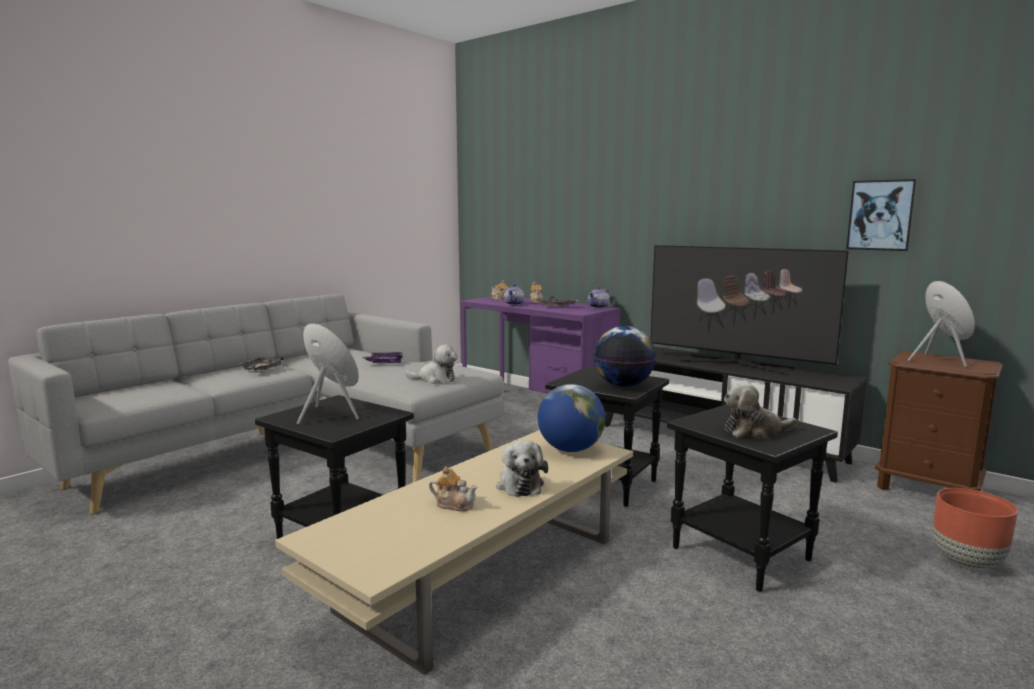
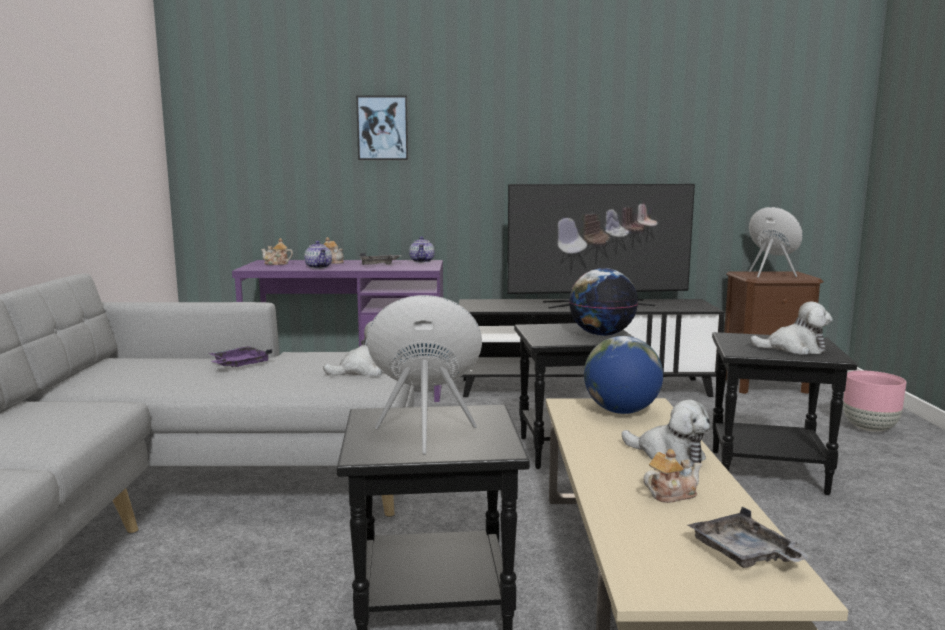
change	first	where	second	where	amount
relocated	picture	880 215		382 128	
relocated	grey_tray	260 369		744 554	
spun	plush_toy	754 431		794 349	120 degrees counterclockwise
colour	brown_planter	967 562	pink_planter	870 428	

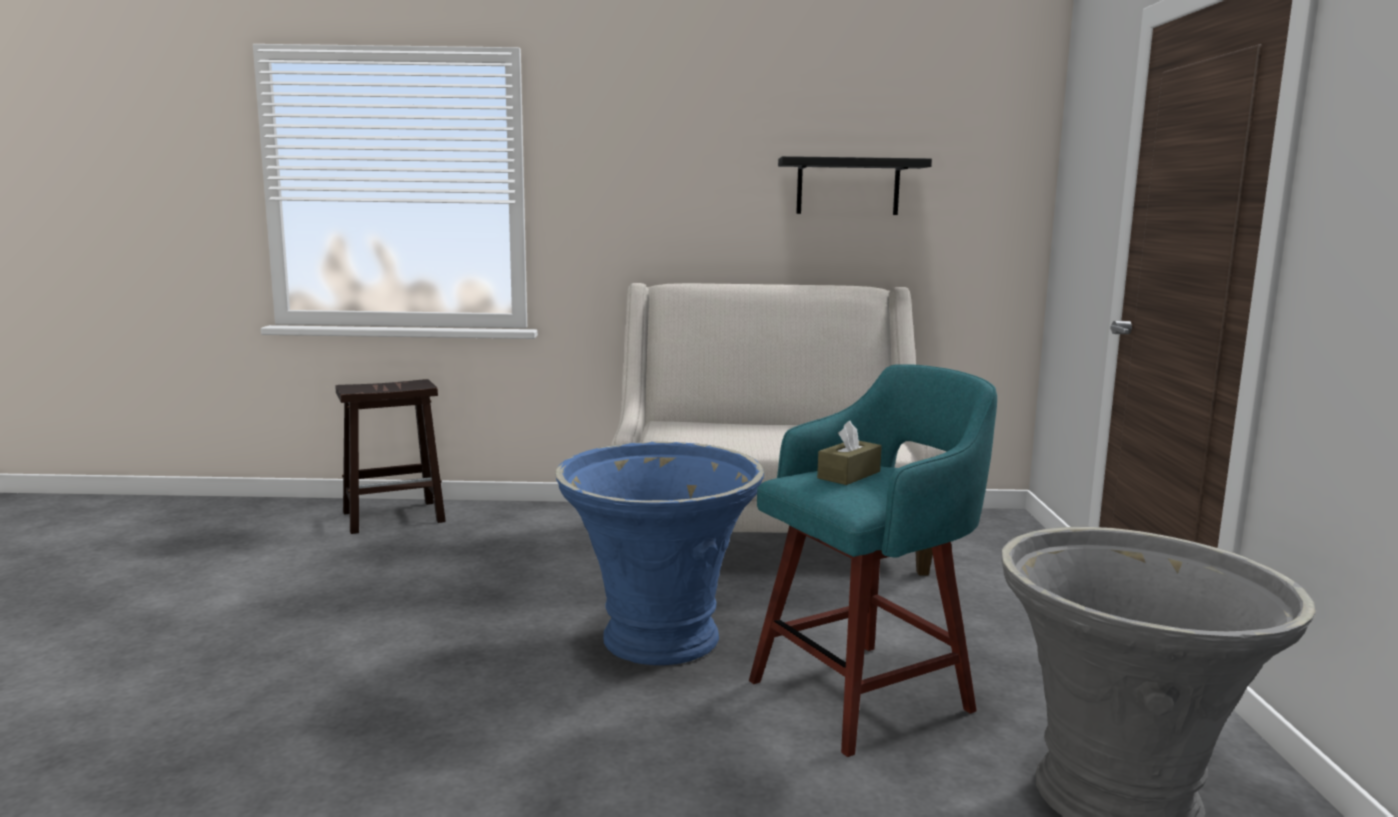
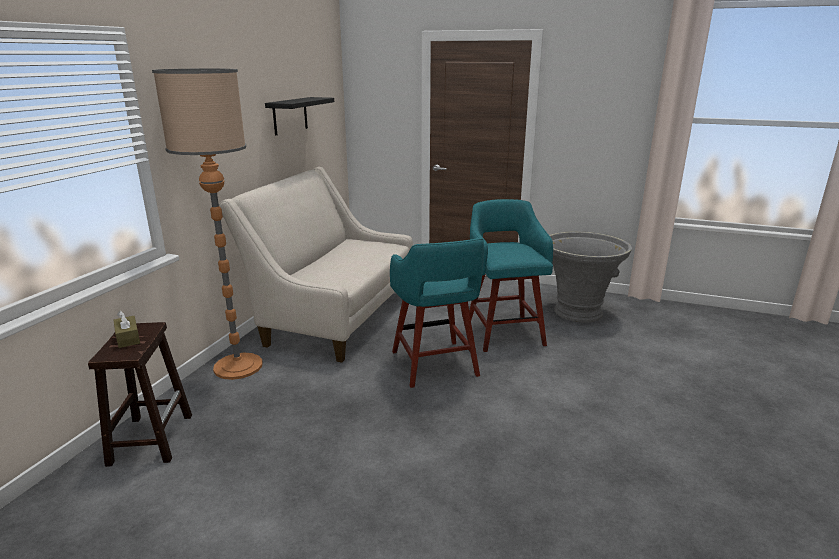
change	first	where	second	where	amount
relocated	brown_tissue_box	849 475		128 338	
appeared			floor_lamp	238 366	
exchanged	blue_planter	658 640	turquoise_stool	435 365	

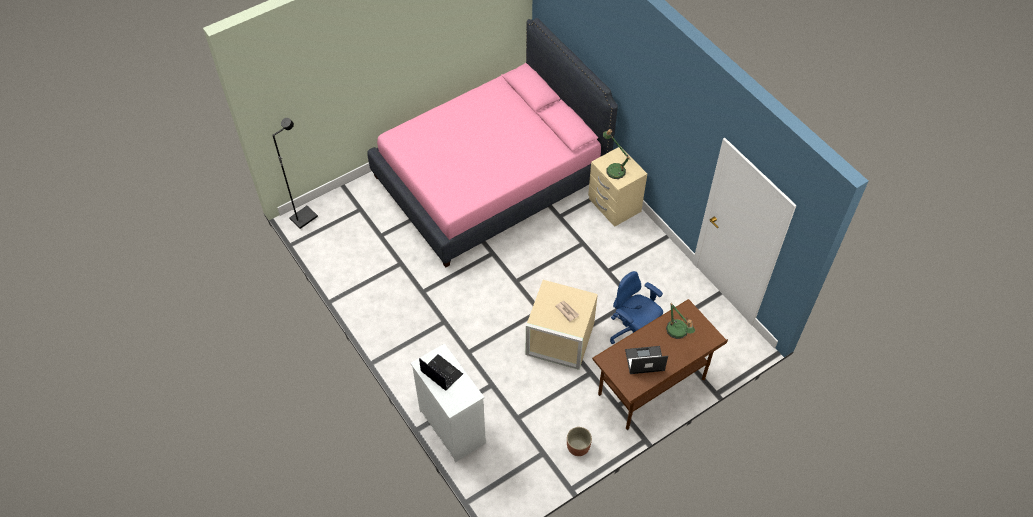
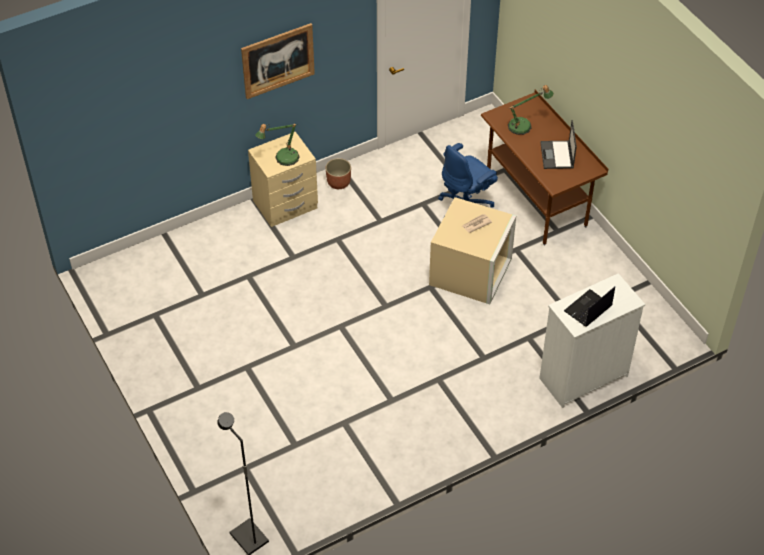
change	first	where	second	where	amount
appeared			picture	278 60	
relocated	planter	578 447		338 182	
missing	pink_bed	491 178			

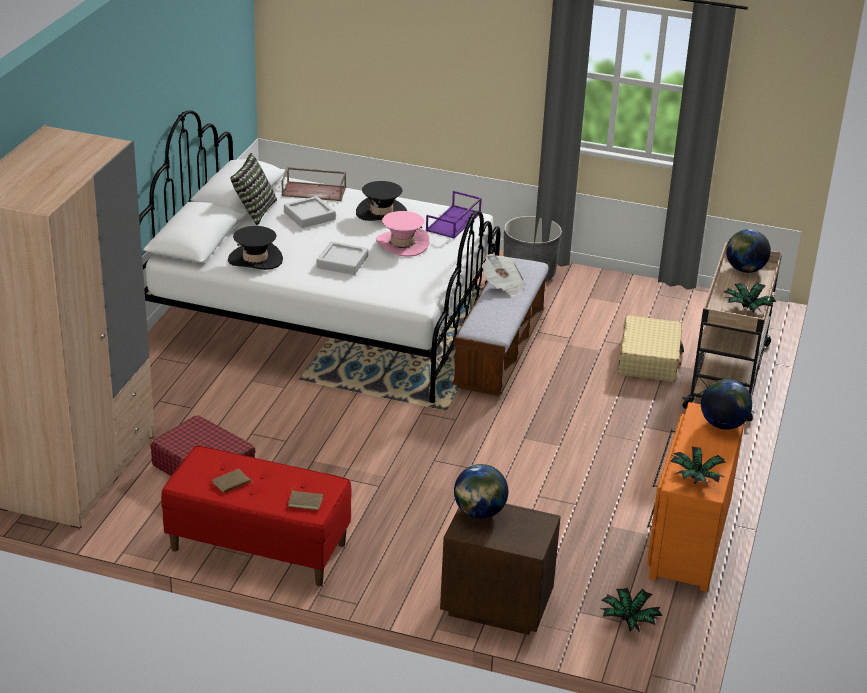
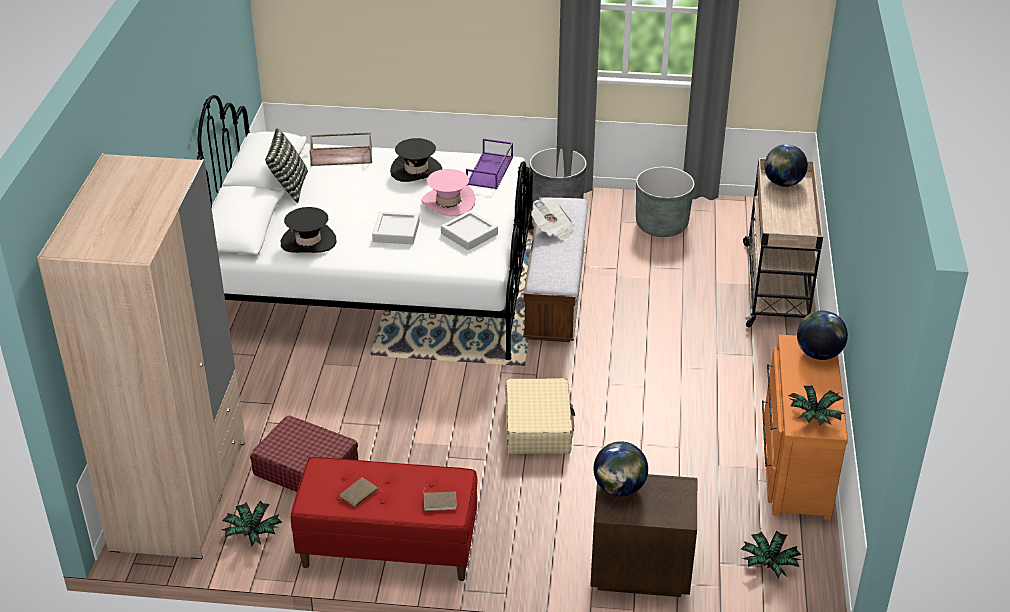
change	first	where	second	where	amount
relocated	potted_plant	747 308		252 534	
relocated	grey_tray	309 216		469 234	
relocated	beige_suitcase	649 359		538 426	
appeared			grey_planter	661 225	

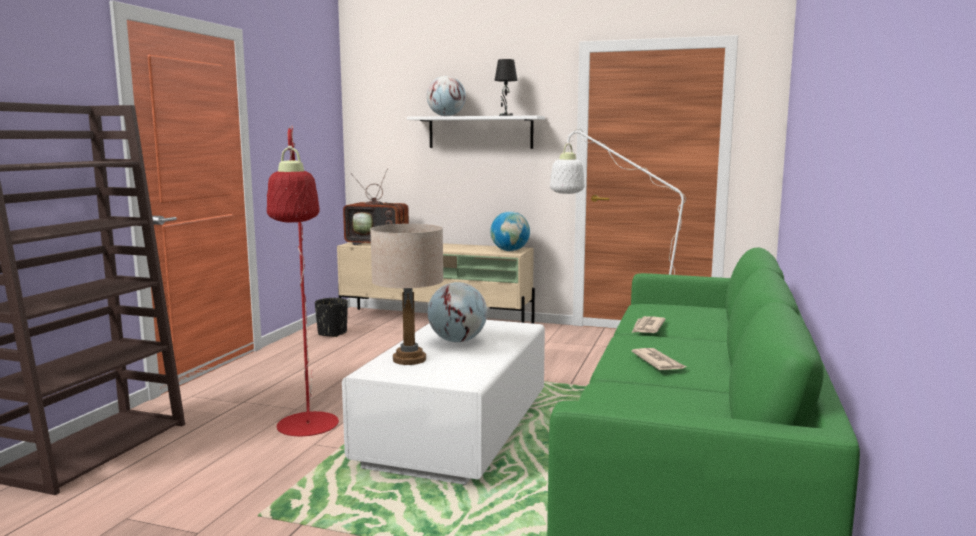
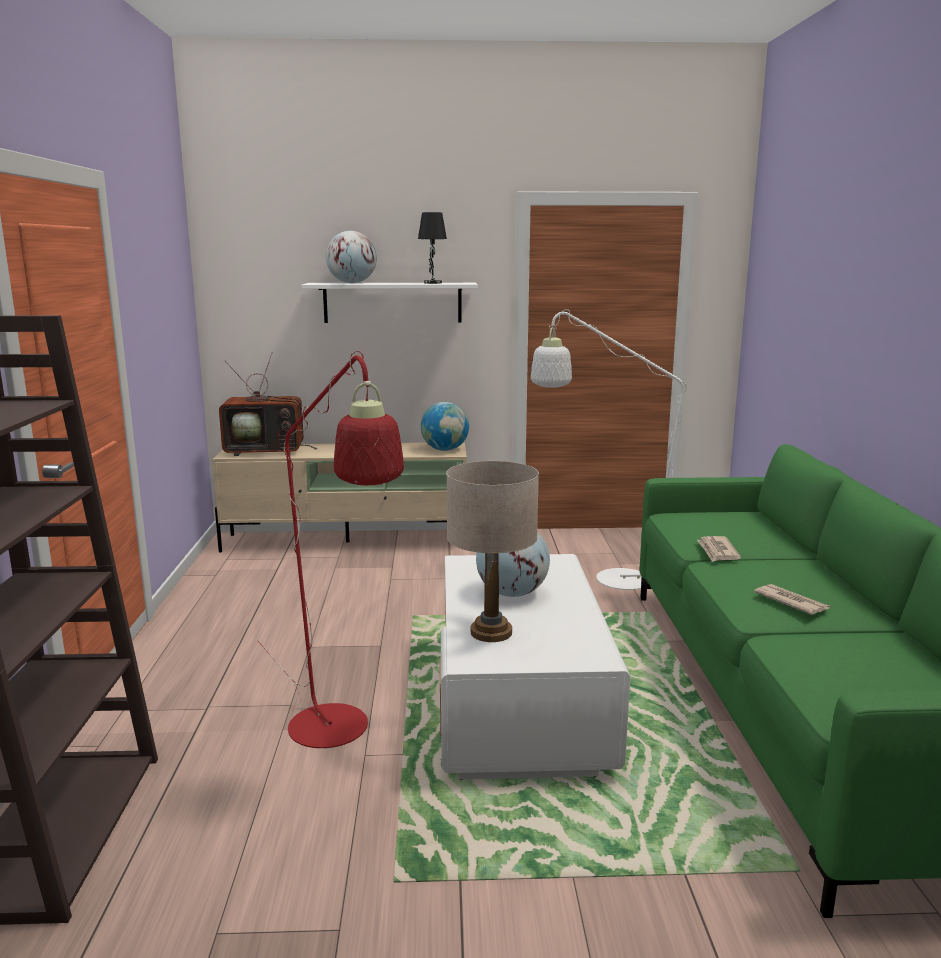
change	first	where	second	where	amount
missing	black_planter	332 333			

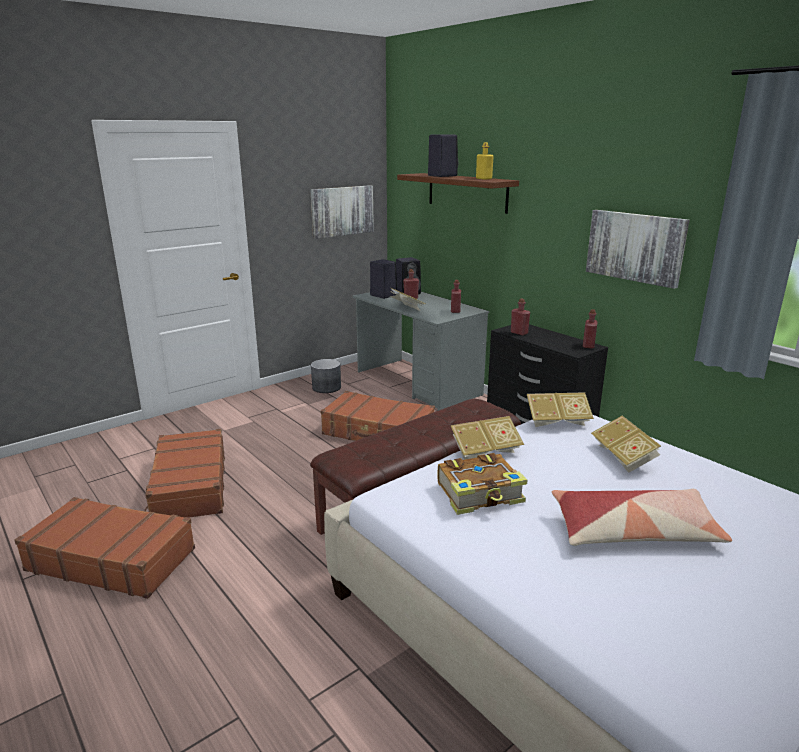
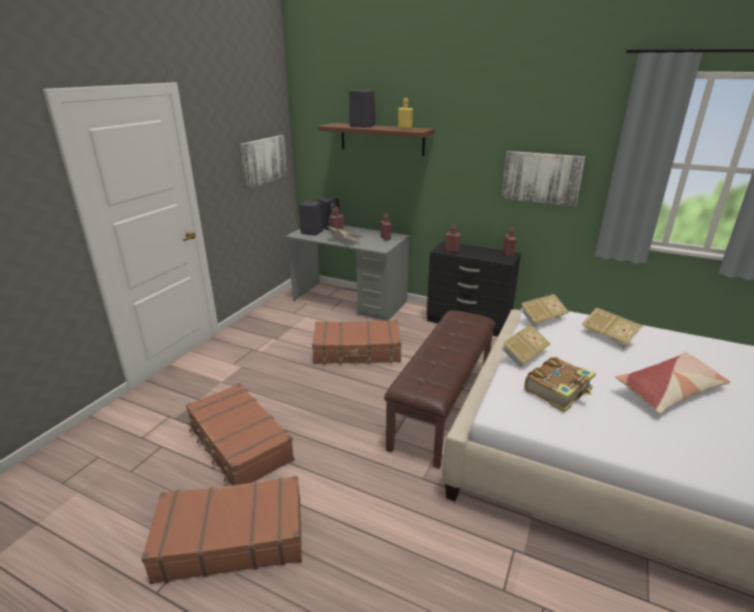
change	first	where	second	where	amount
missing	grey_planter	326 387			

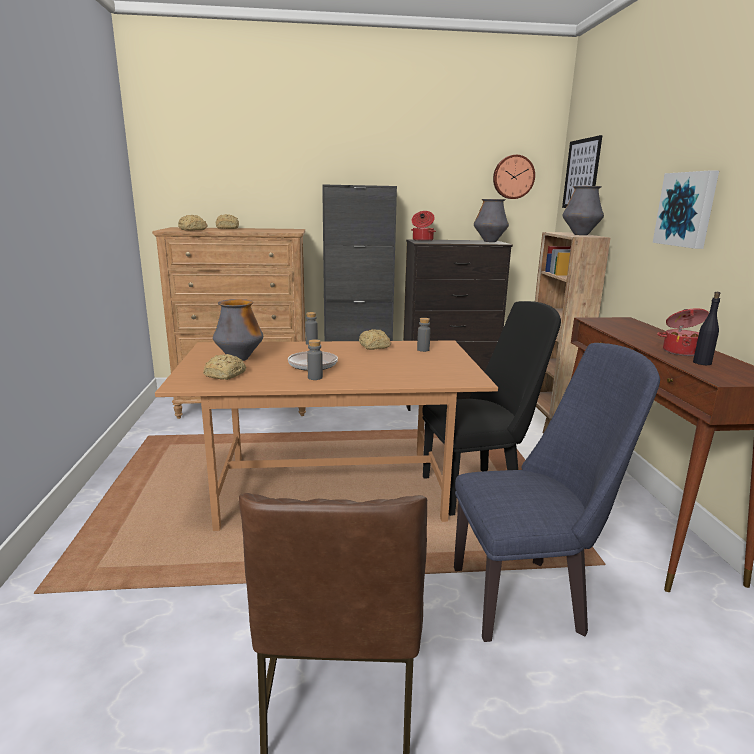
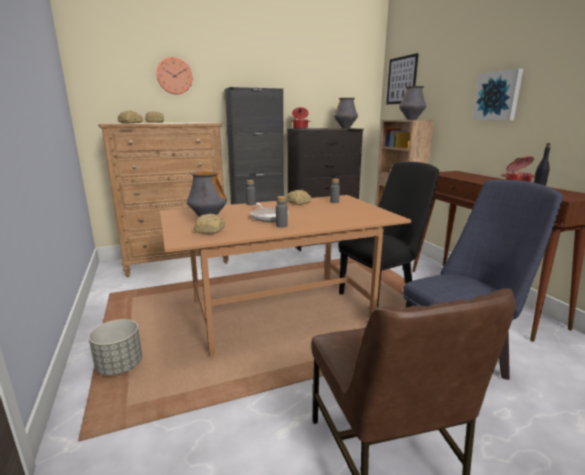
change	first	where	second	where	amount
appeared			grey_planter	120 366	
relocated	wall_clock	513 177		174 76	

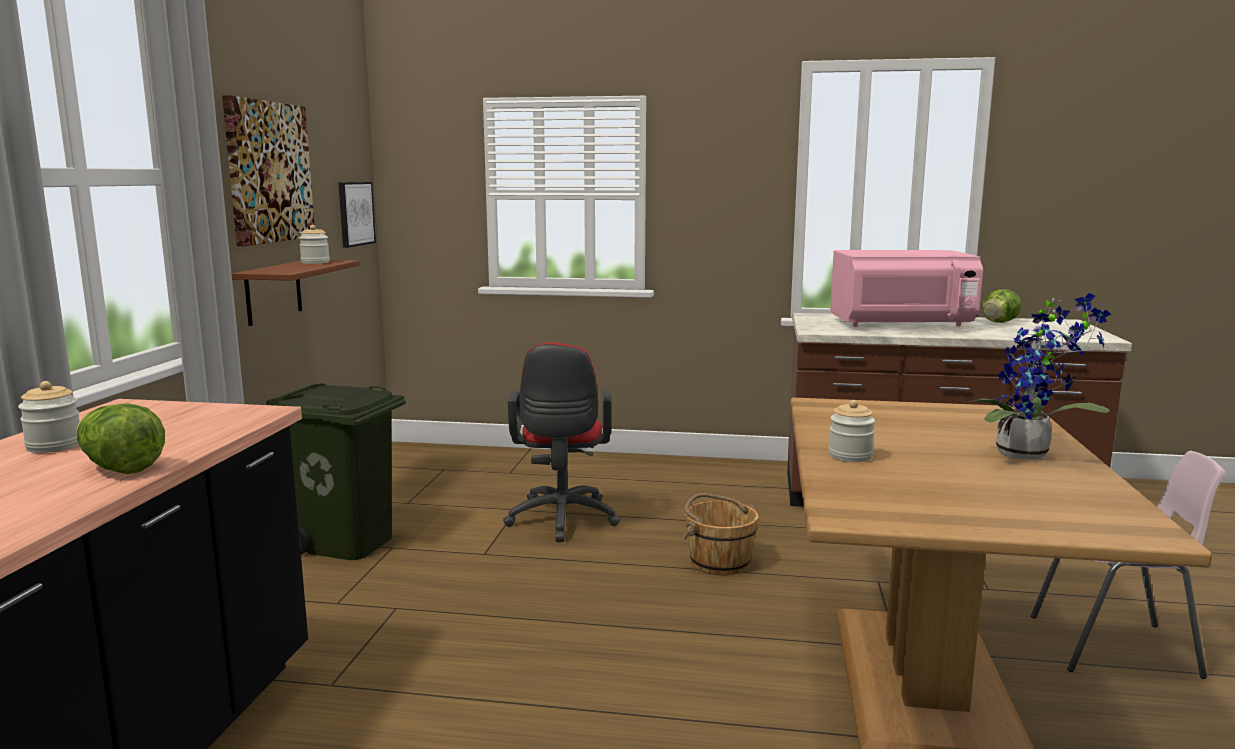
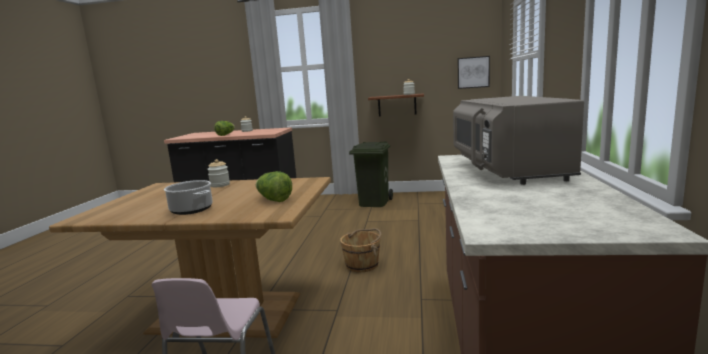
change	first	where	second	where	amount
exchanged	potted_plant	1029 455	cooking_pot	191 210	
relocated	lettuce	997 323		274 200	
colour	pink_microwave	901 325	grey_microwave	507 170	
missing	picture	268 172			
missing	red_office_chair	561 521			

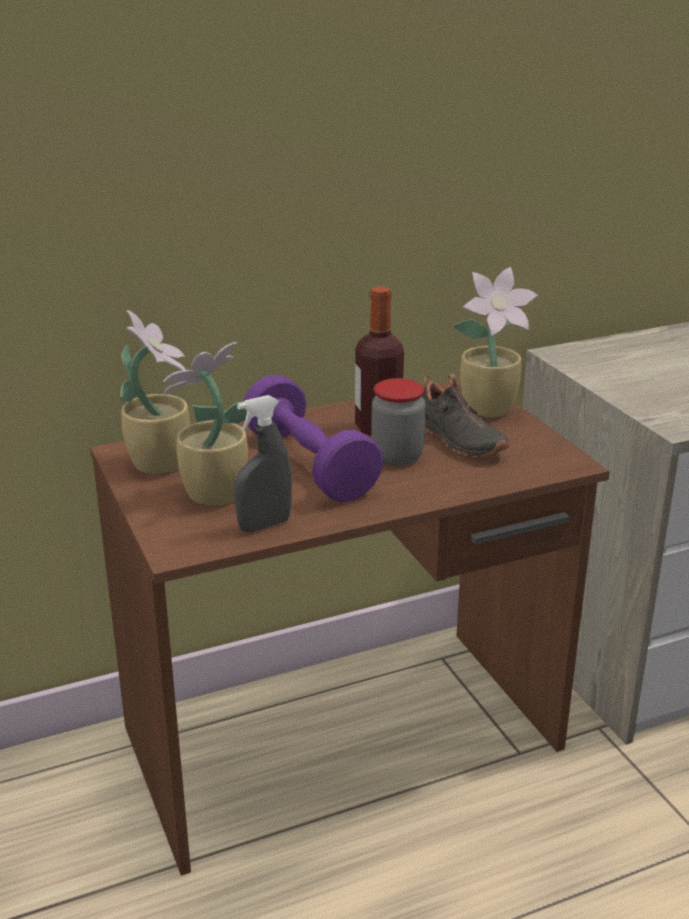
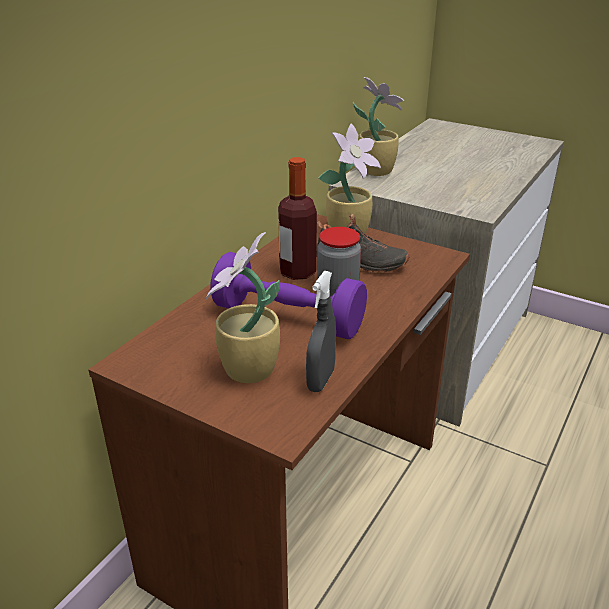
change	first	where	second	where	amount
relocated	potted_plant	160 462		375 170	

